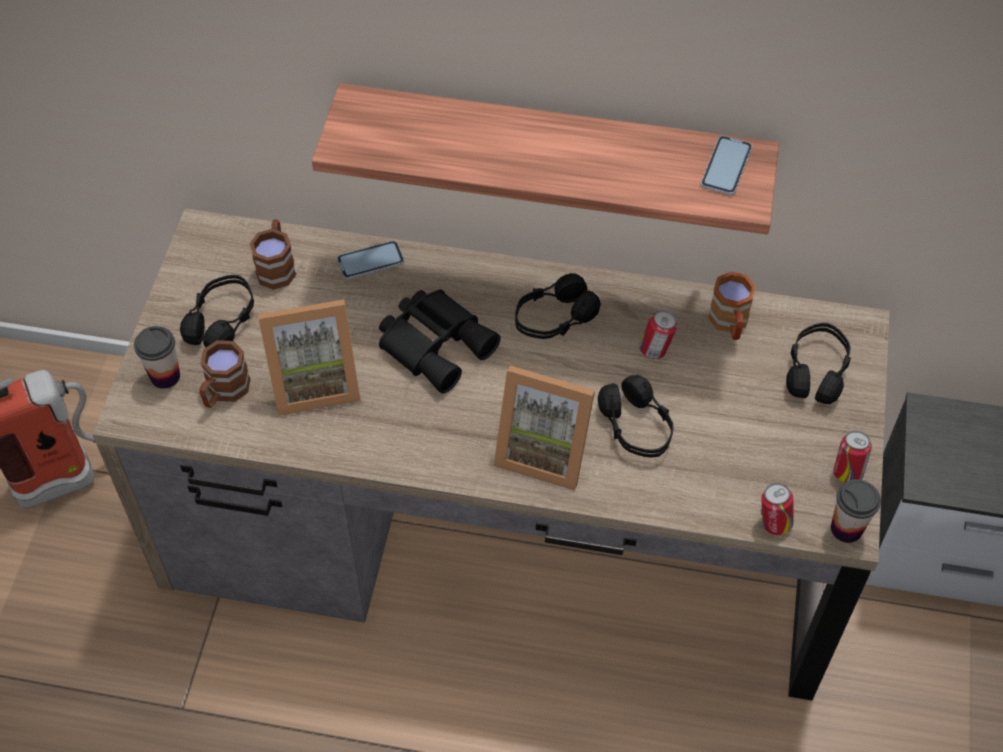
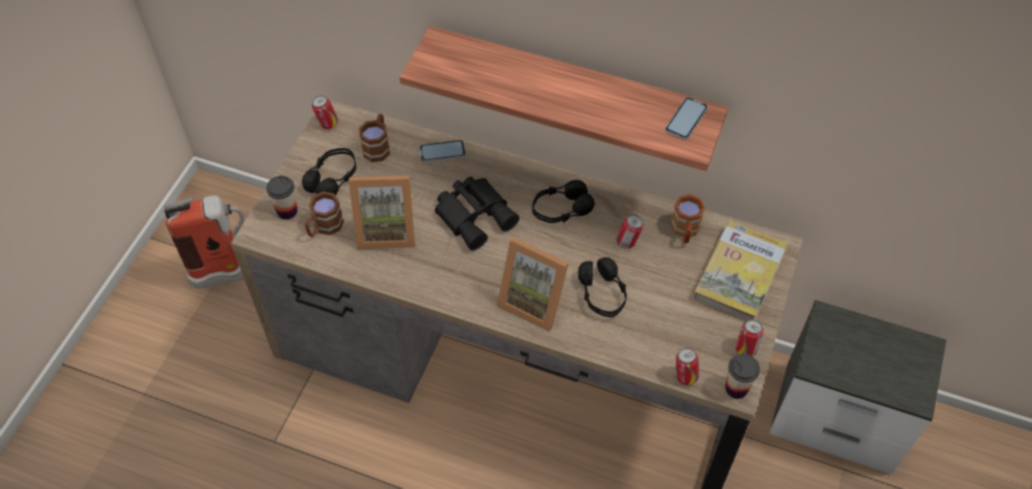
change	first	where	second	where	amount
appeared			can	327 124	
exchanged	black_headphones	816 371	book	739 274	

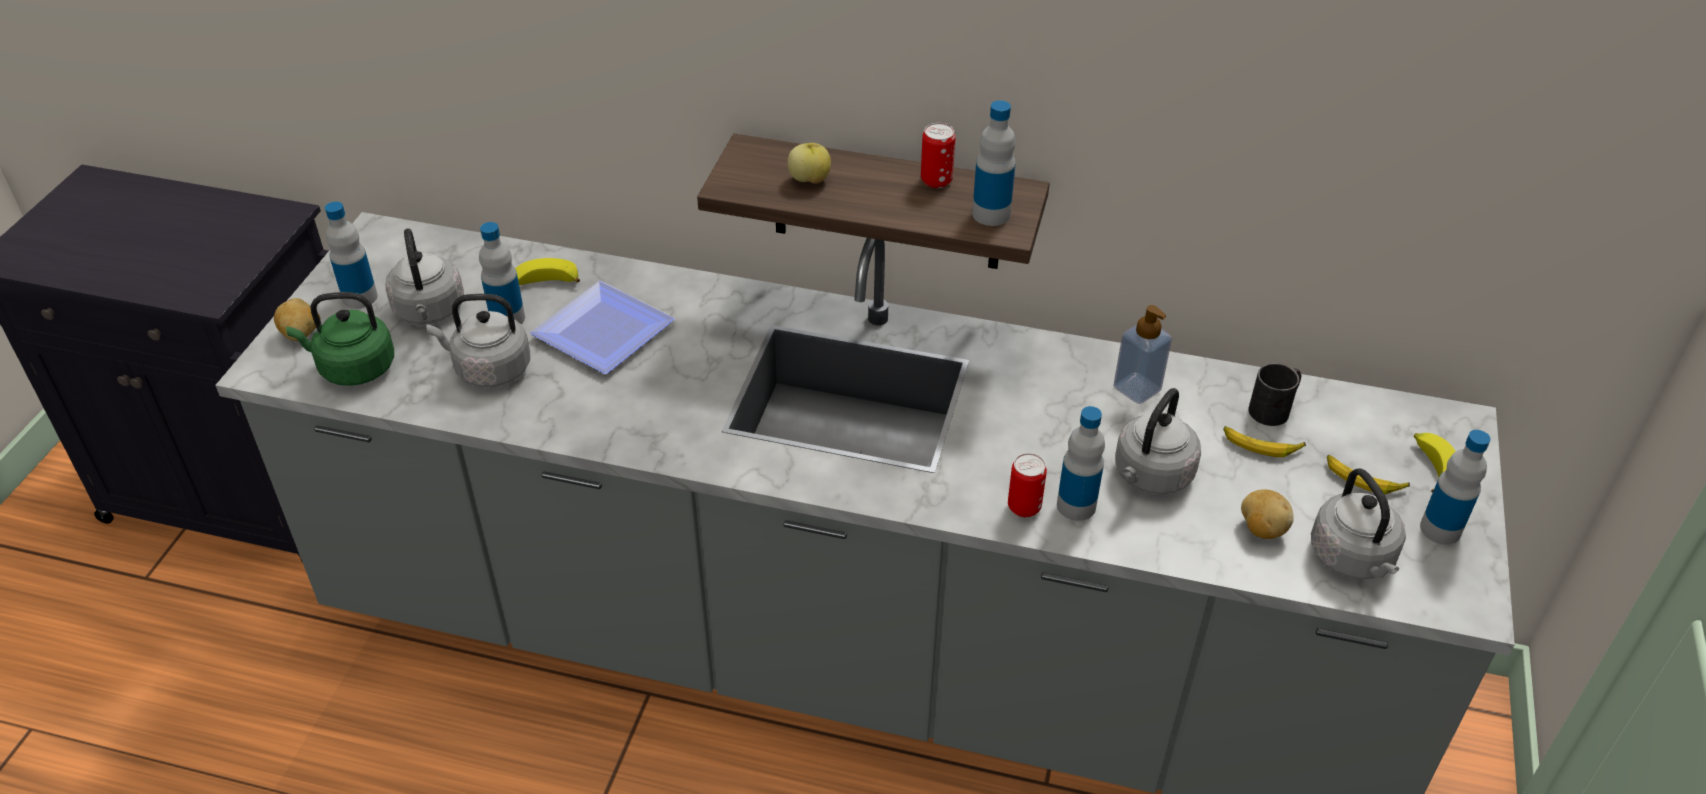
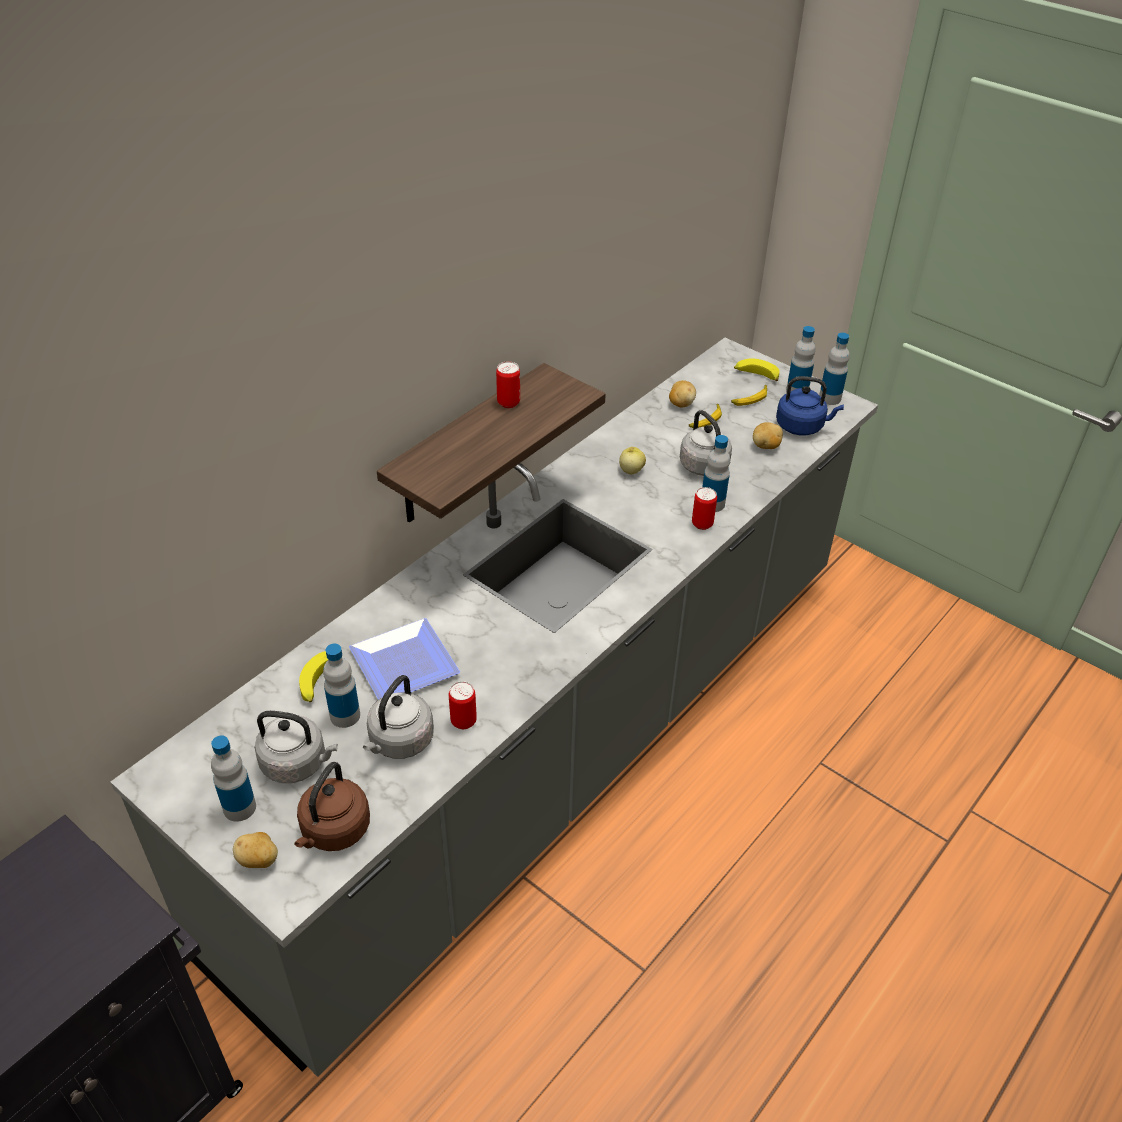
change	first	where	second	where	amount
colour	green_kettle	353 368	brown_kettle	334 831	
appeared			can	463 721	
relocated	apple	809 179		631 470	
exchanged	black_mug	1274 408	potato	681 404	
colour	grey_kettle	1353 559	blue_kettle	802 426	
relocated	bottle	991 214		830 398	
missing	soap_dispenser	1137 389			

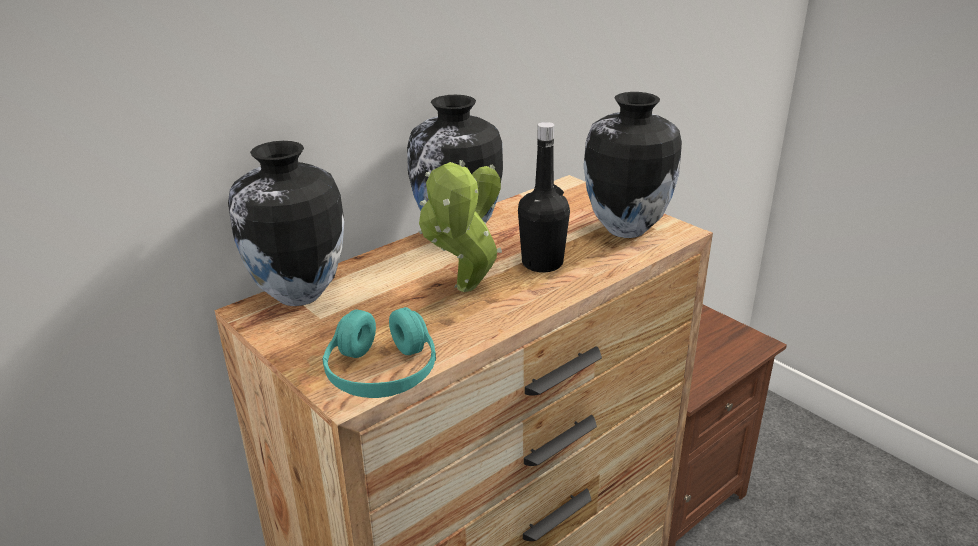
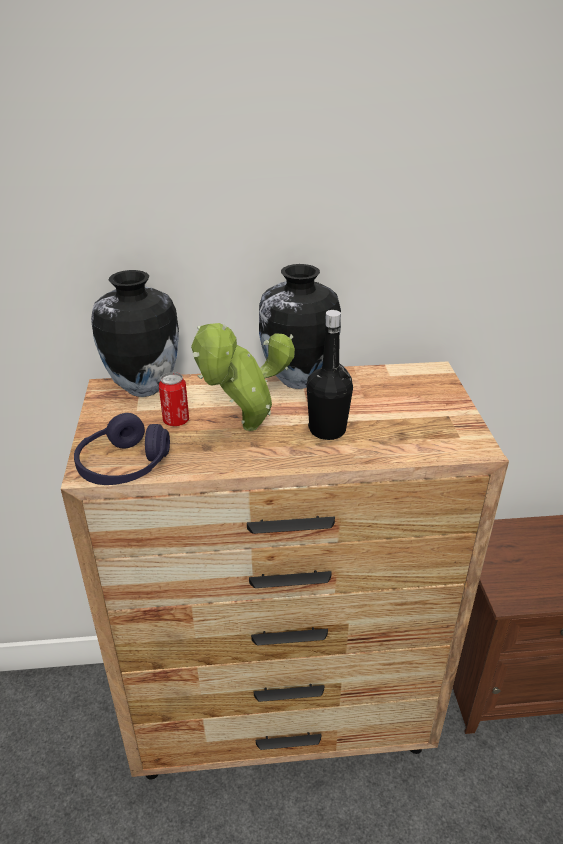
change	first	where	second	where	amount
colour	turquoise_headphones	382 373	purple_headphones	124 465	
appeared			can	176 421	
missing	vase	624 229			

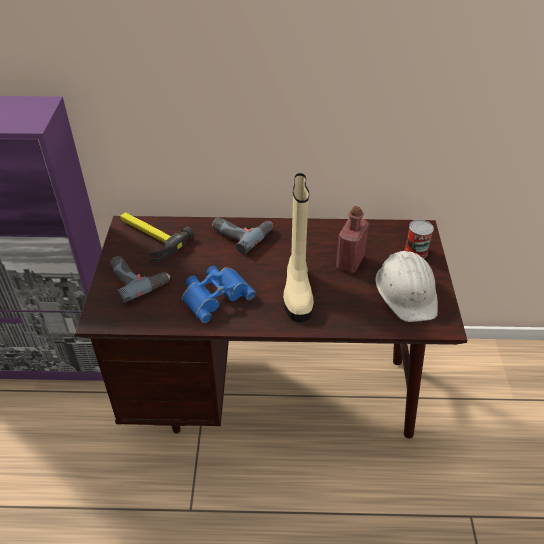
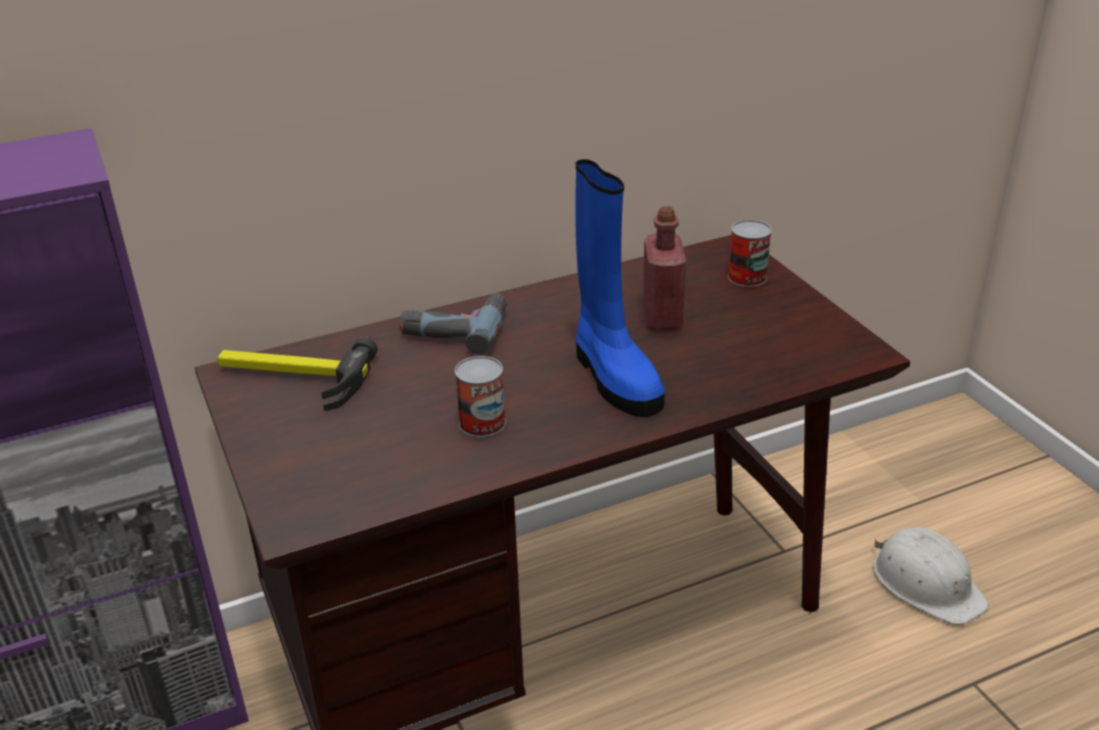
change	first	where	second	where	amount
exchanged	blue_binoculars	215 295	can	482 423	
colour	beige_boot	297 291	blue_boot	614 377	
relocated	white_hard_hat	407 291		926 583	
missing	power_drill	137 279			

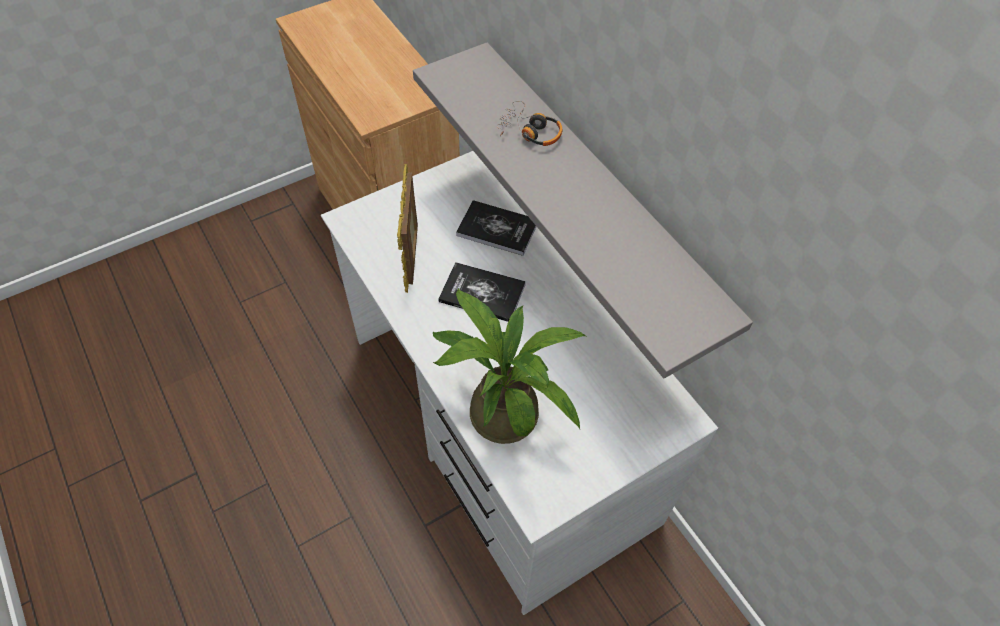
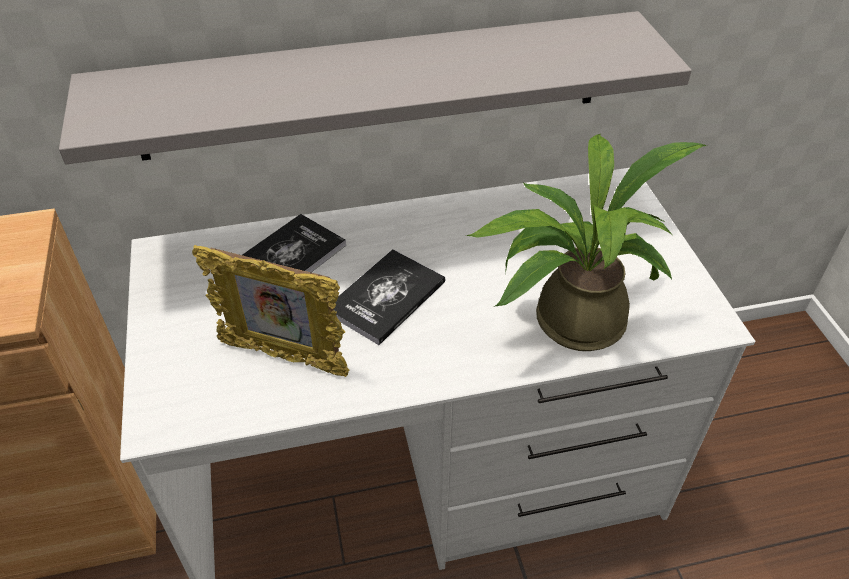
change	first	where	second	where	amount
missing	headphones	529 131			

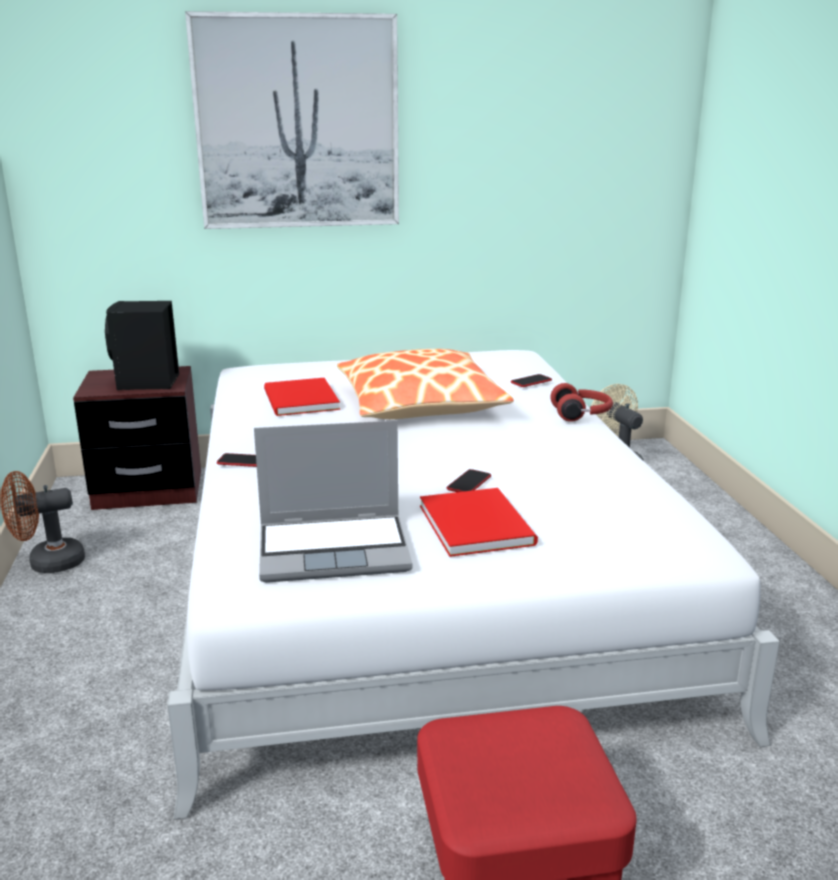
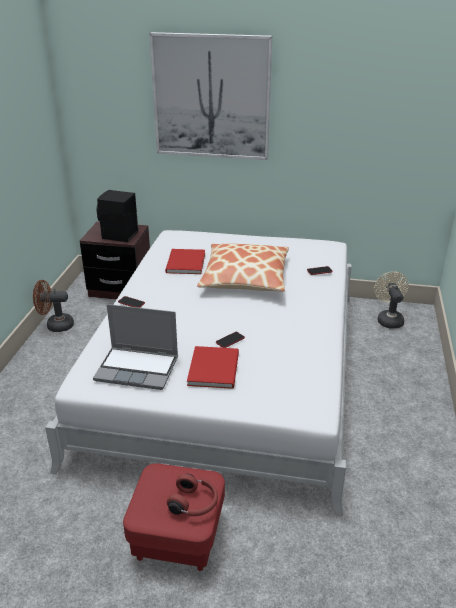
change	first	where	second	where	amount
relocated	red_headphones	582 414		194 504	

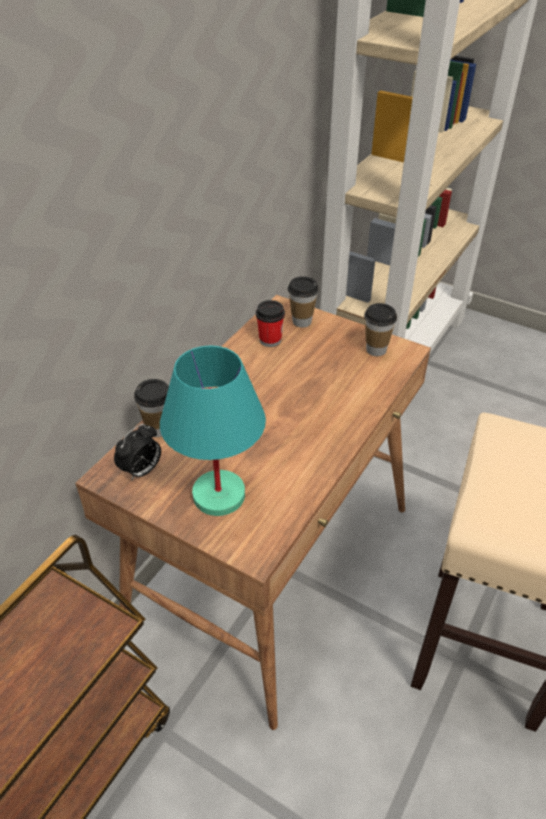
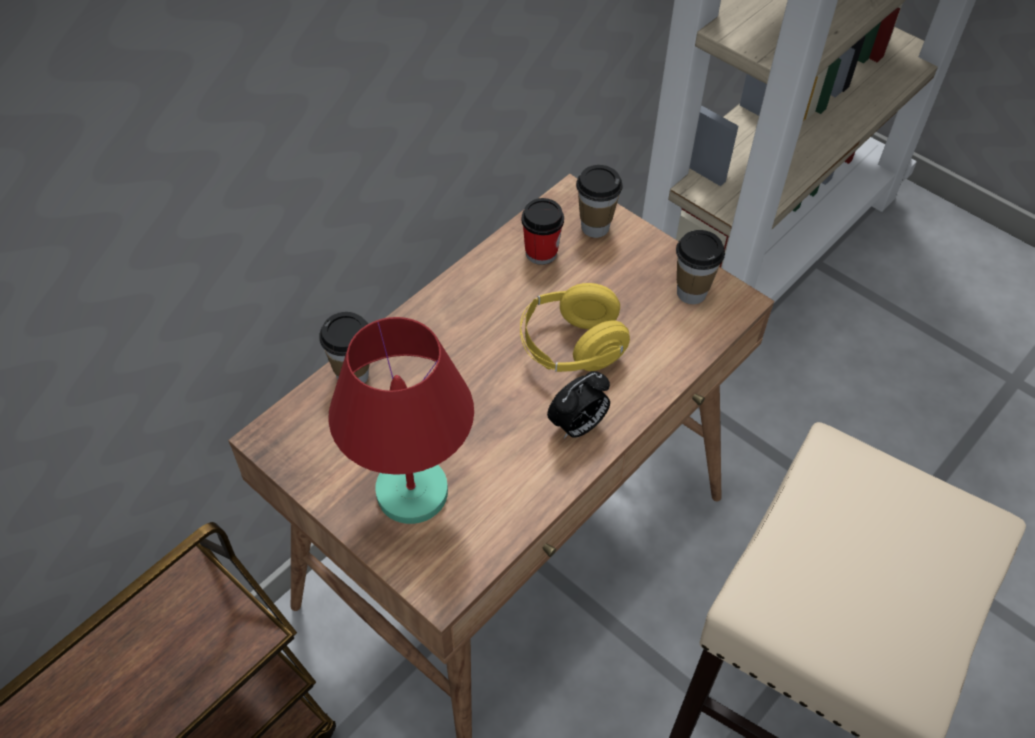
change	first	where	second	where	amount
colour	turquoise_table_lamp	219 494	red_table_lamp	413 491	
appeared			yellow_headphones	571 348	
relocated	alarm_clock	141 471		577 426	

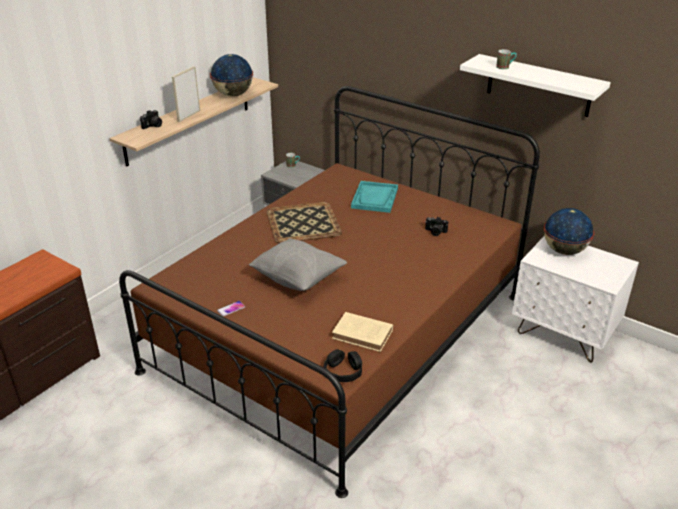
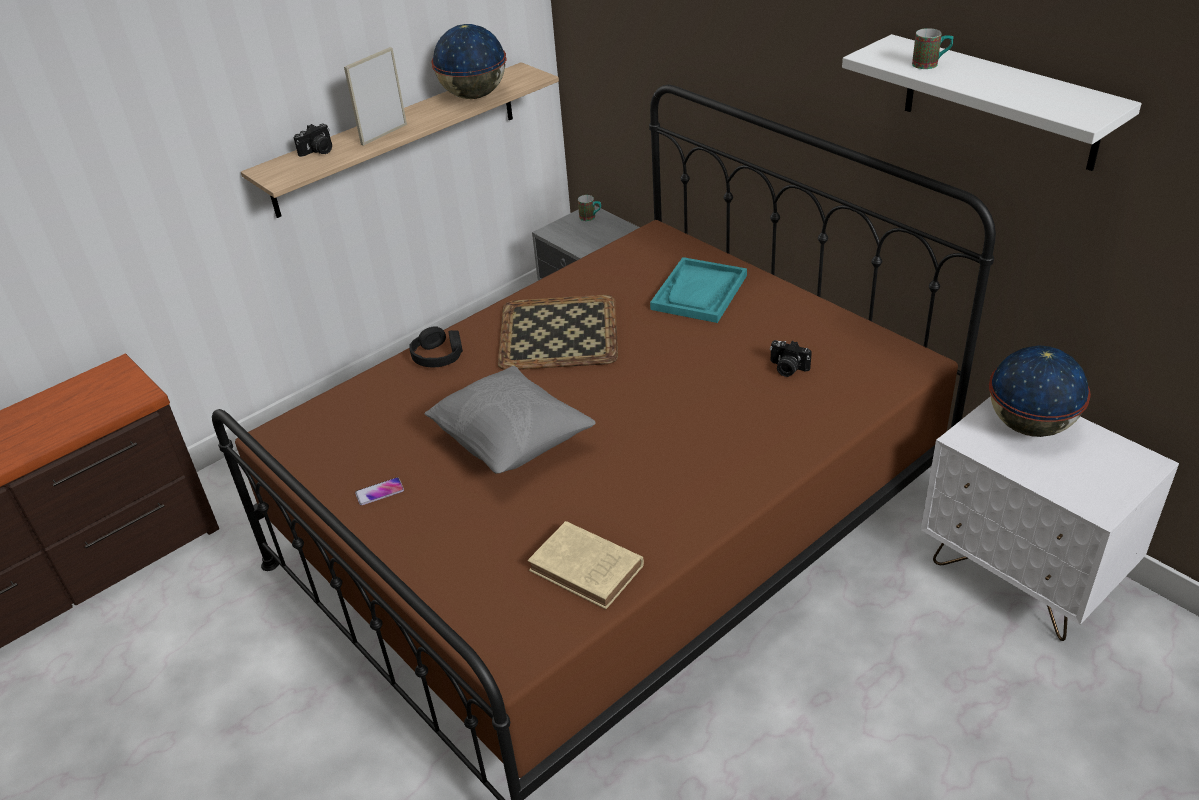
change	first	where	second	where	amount
relocated	black_headphones	343 371		438 356	

